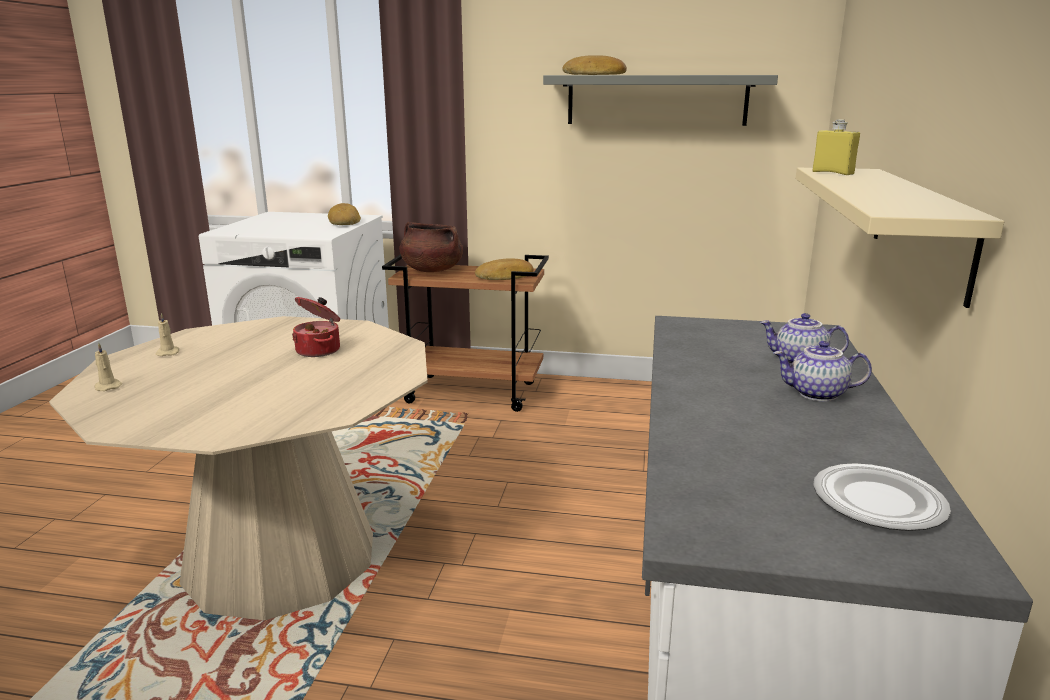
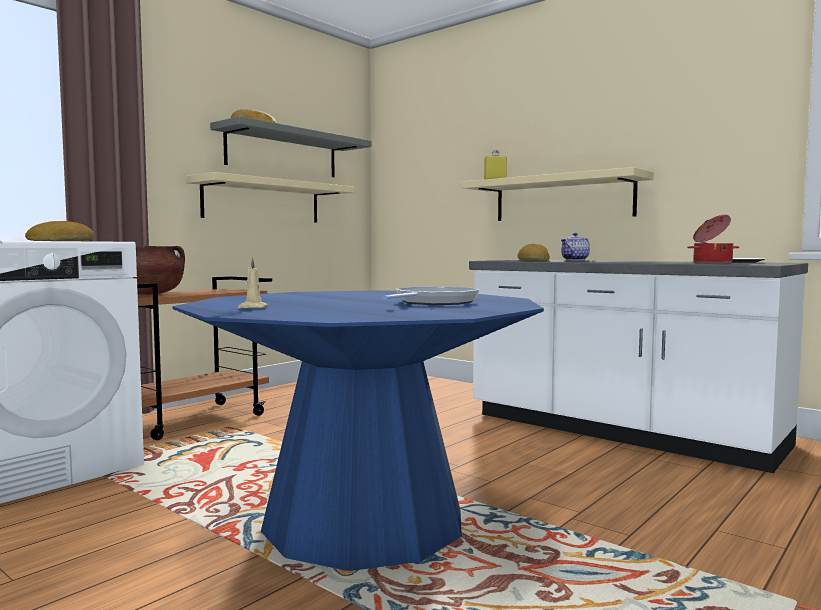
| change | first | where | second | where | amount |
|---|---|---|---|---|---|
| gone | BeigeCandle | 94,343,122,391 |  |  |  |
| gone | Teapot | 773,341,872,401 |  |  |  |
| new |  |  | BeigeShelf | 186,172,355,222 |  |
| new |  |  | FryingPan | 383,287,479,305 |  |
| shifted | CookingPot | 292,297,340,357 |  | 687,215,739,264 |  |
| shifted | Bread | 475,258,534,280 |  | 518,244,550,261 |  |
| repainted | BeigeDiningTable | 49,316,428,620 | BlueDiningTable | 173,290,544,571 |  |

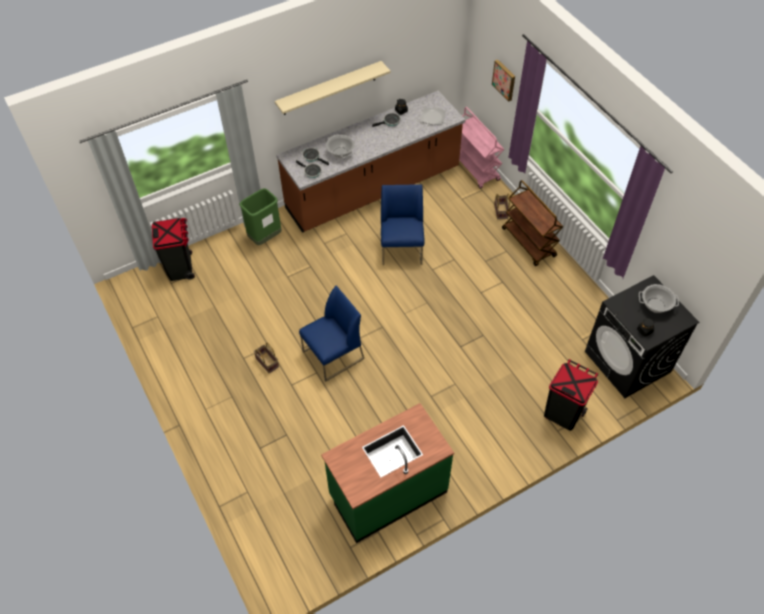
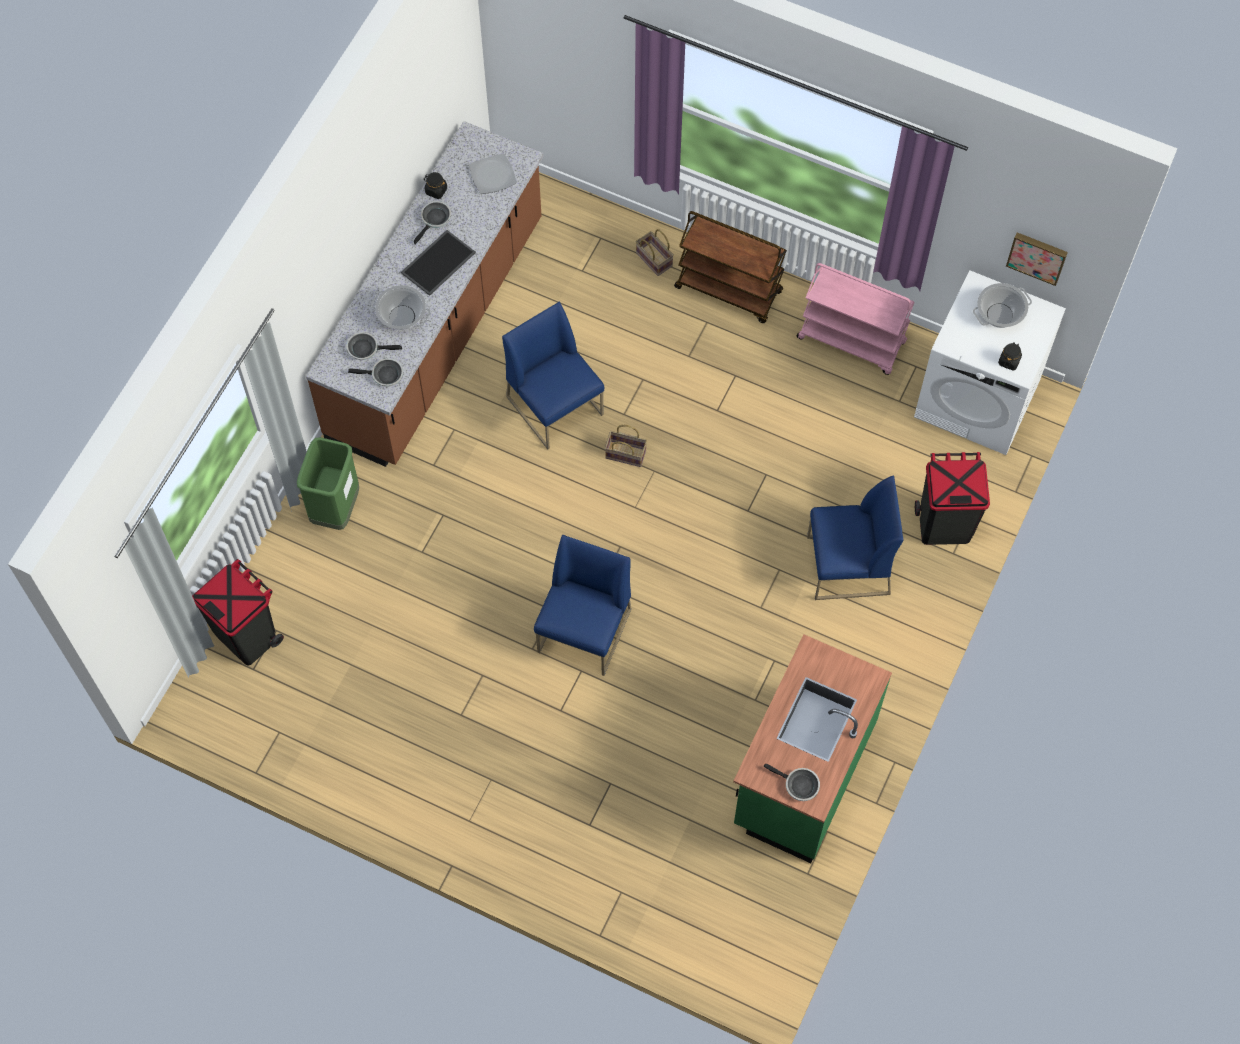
| change | first | where | second | where | amount |
|---|---|---|---|---|---|
| gone | BeigeShelf | 275,61,390,115 |  |  |  |
| new |  |  | Tray | 401,230,476,296 |  |
| new |  |  | FryingPan | 763,764,820,801 |  |
| new |  |  | BlueChair | 807,476,904,600 |  |
| shifted | Basket | 254,343,279,373 |  | 605,425,647,467 |  |
| shifted | PinkCart | 459,107,504,189 |  | 796,263,915,375 |  |
| shifted | Picture | 492,60,515,102 |  | 1006,232,1068,286 |  |
| repainted | BlackWashingMachine | 585,275,699,398 | WhiteWashingMachine | 914,270,1066,455 |  |

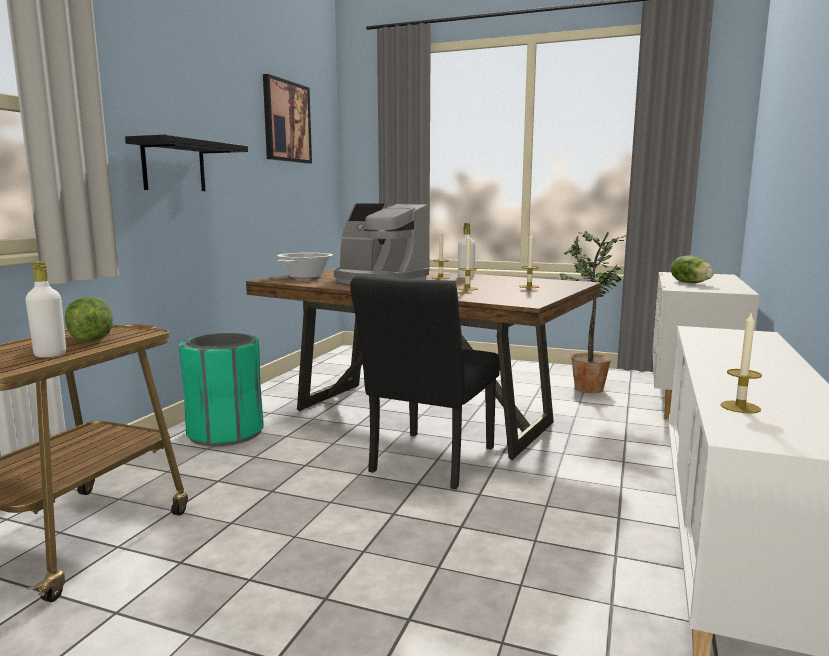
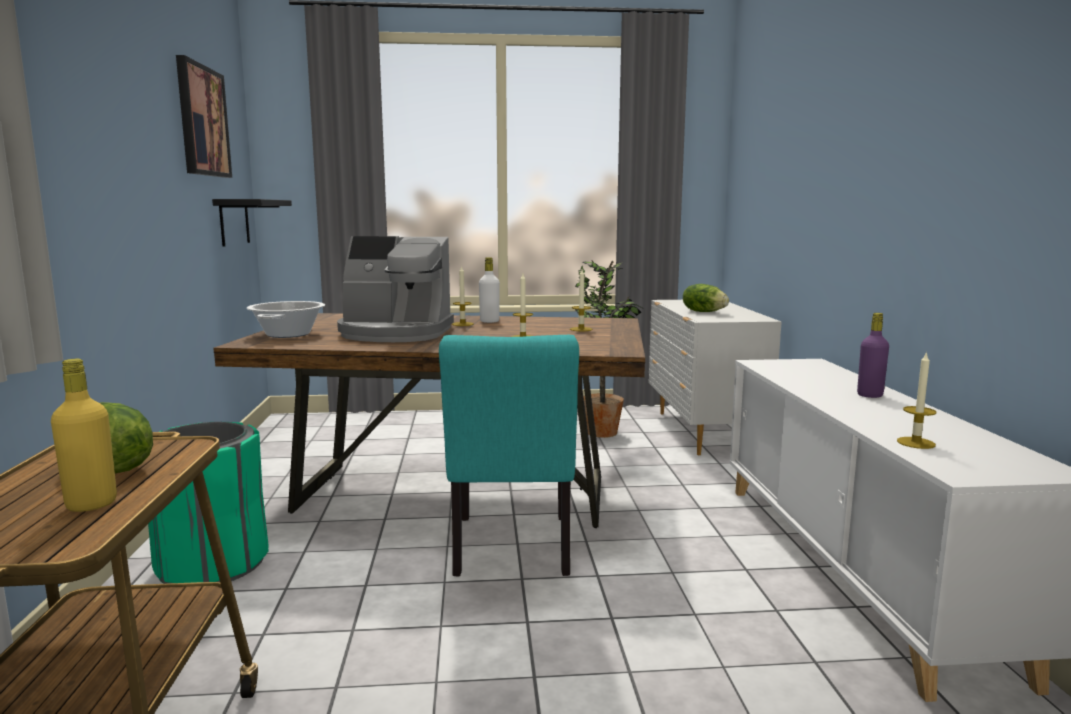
| change | first | where | second | where | amount |
|---|---|---|---|---|---|
| new |  |  | PurpleBottle | 857,313,889,398 |  |
| shifted | BlackShelf | 125,134,248,191 |  | 212,199,292,247 |  |
| repainted | WhiteBottle | 25,261,66,357 | YellowBottle | 51,359,117,512 |  |
| repainted | BlackChair | 350,276,500,489 | TurquoiseChair | 439,335,579,577 |  |

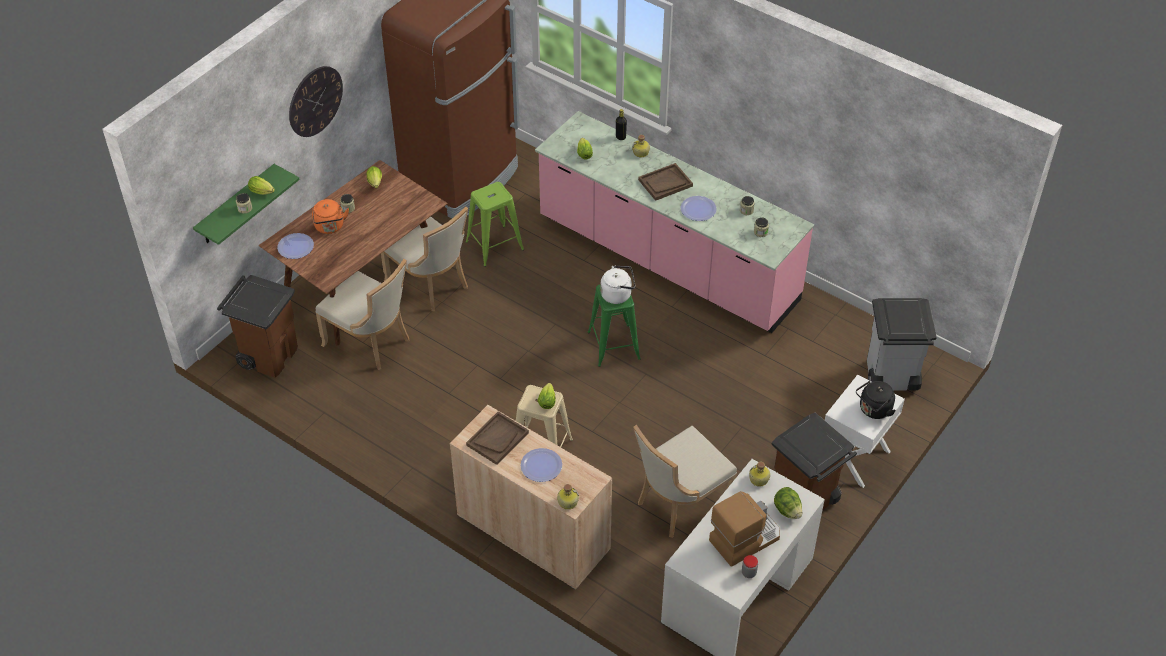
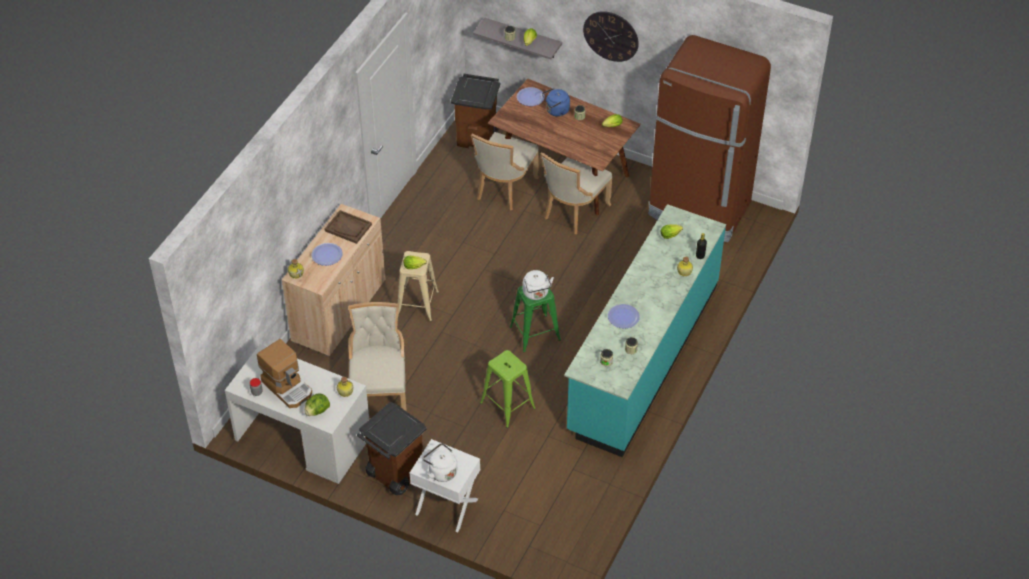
| change | first | where | second | where | amount |
|---|---|---|---|---|---|
| gone | BrownTray | 638,163,693,201 |  |  |  |
| gone | GreyTrashCan | 867,298,937,391 |  |  |  |
| shifted | GreenStool | 465,182,524,267 |  | 480,350,536,428 |  |
| repainted | GreenShelf | 193,164,300,245 | GreyShelf | 473,18,562,59 |  |
| repainted | OrangeKettle | 312,199,349,234 | BlueKettle | 542,88,570,117 |  |
| repainted | PinkCounter | 535,111,814,333 | TurquoiseCounter | 564,204,726,457 |  |
| repainted | BlackKettle | 856,380,896,419 | WhiteKettle | 423,443,457,482 |  |
| rotated | BeigeChair | 633,425,737,538 |  | 348,302,406,411 | 45 degrees clockwise |

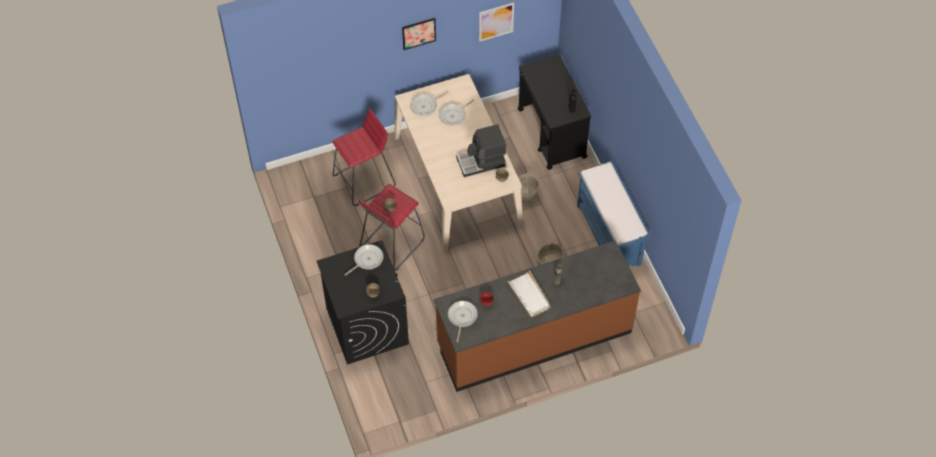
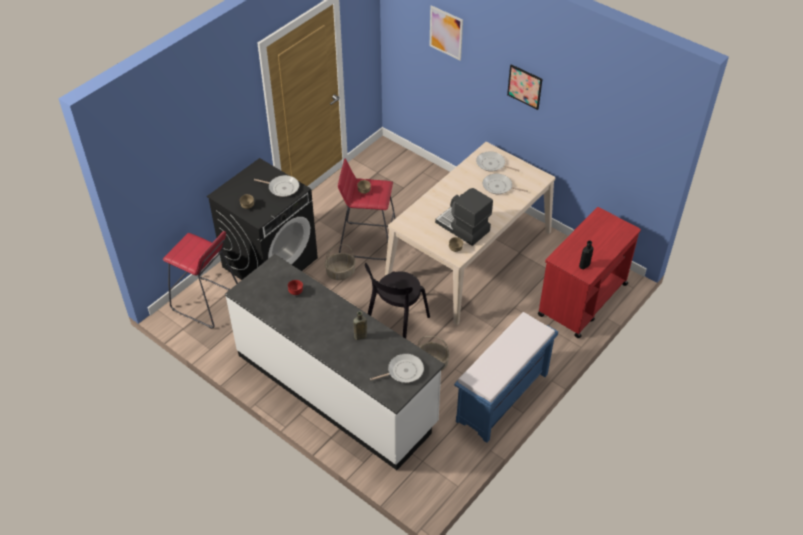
| change | first | where | second | where | amount |
|---|---|---|---|---|---|
| gone | WhiteTray | 507,270,551,317 |  |  |  |
| new |  |  | BlackChair | 365,263,430,339 |  |
| shifted | RedStool | 332,109,396,206 |  | 163,231,238,329 |  |
| shifted | FryingPan | 448,301,478,342 |  | 370,354,424,383 |  |
| shifted | Picture | 479,3,514,42 |  | 429,5,463,60 |  |
| shifted | Basket | 518,167,540,202 |  | 325,245,356,280 |  |
| repainted | BrownCounter | 434,240,641,392 | WhiteCounter | 225,254,445,470 |  |
| repainted | BlackCart | 518,55,591,170 | RedCart | 538,207,641,338 |  |

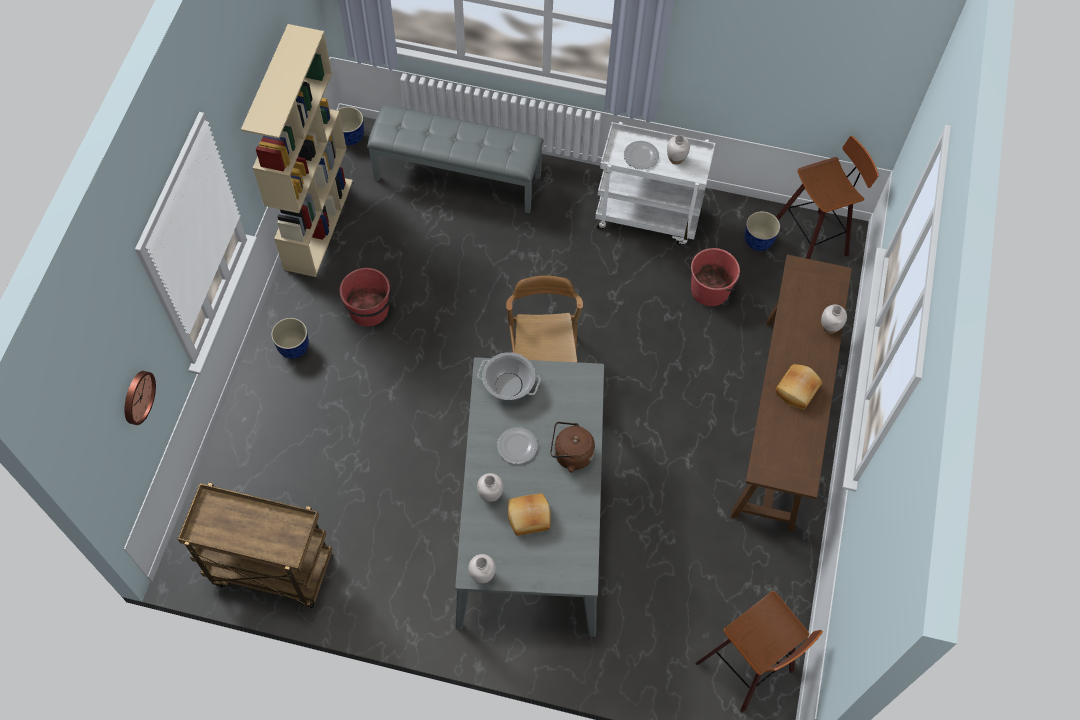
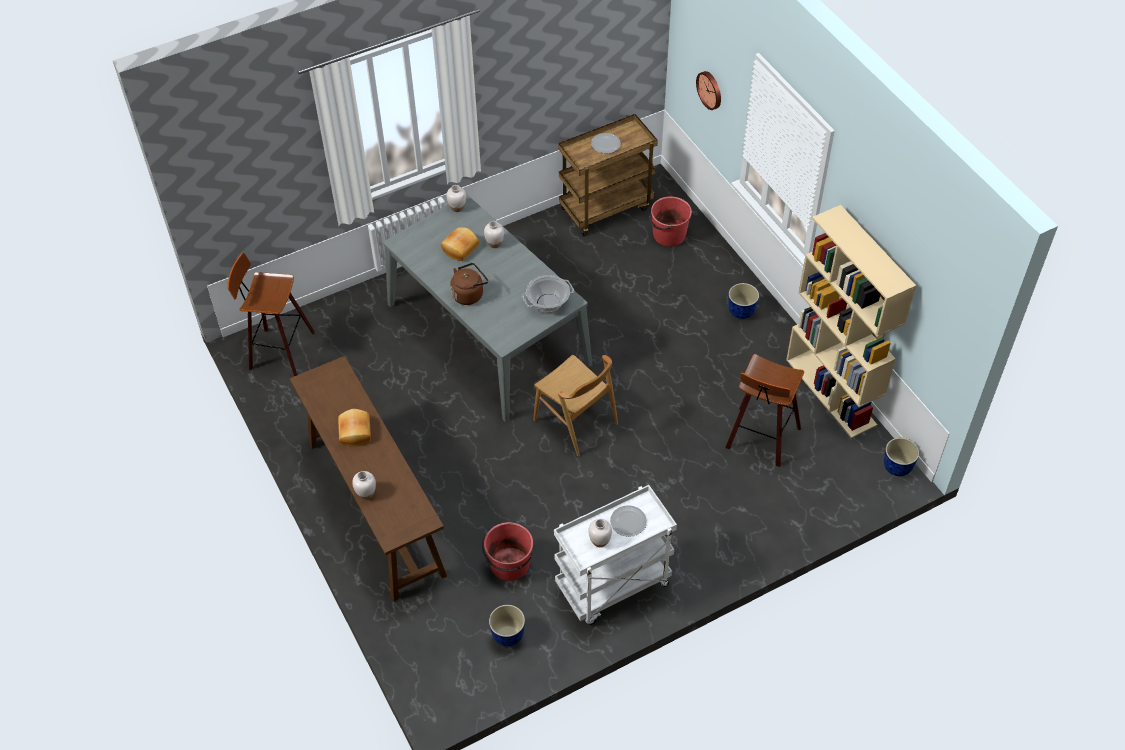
| change | first | where | second | where | amount |
|---|---|---|---|---|---|
| gone | GreyBench | 367,106,544,213 |  |  |  |
| shifted | RedBucket | 340,268,392,326 |  | 650,196,692,247 |  |
| shifted | Plate | 497,427,538,464 |  | 591,133,621,153 |  |
| shifted | Stool | 776,136,879,259 |  | 725,354,804,467 |  |

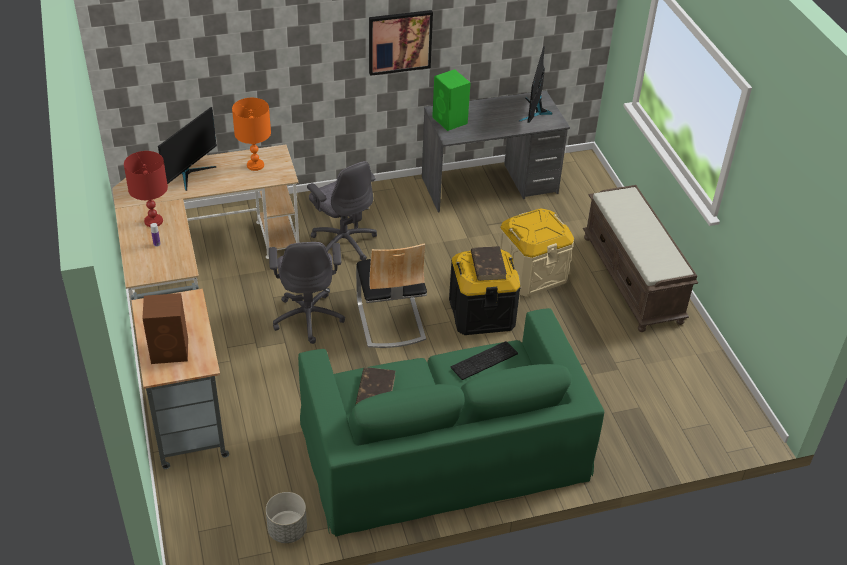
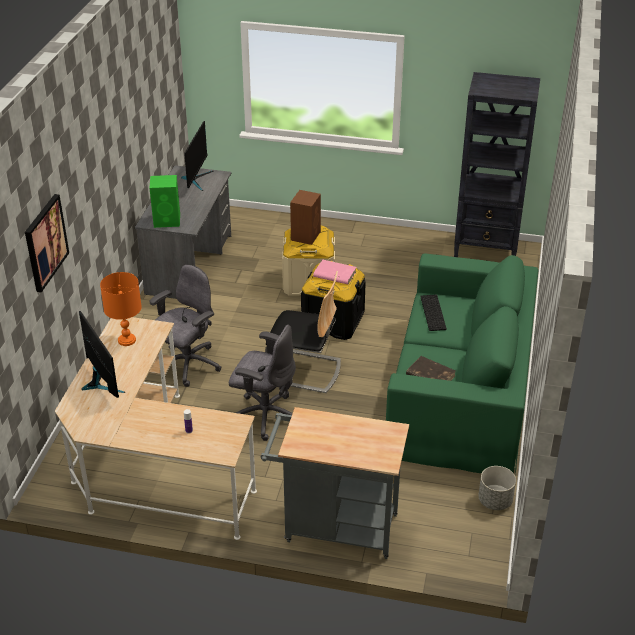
| change | first | where | second | where | amount |
|---|---|---|---|---|---|
| gone | RedTableLamp | 124,151,168,227 |  |  |  |
| gone | BrownBench | 583,185,698,332 |  |  |  |
| new |  |  | BlackBookcase | 454,72,540,257 |  |
| shifted | BrownSpeaker | 142,293,188,364 |  | 290,190,321,245 |  |
| shifted | Picture | 369,10,433,76 |  | 25,194,69,292 |  |
| repainted | BrownBook | 471,246,507,281 | PinkBook | 313,260,356,285 |  |
| rotated | GreyOfficeChair | 307,161,377,260 |  | 150,265,221,387 | 45 degrees counterclockwise |
| rotated | Monitor | 519,46,552,123 |  | 181,121,214,191 | 120 degrees counterclockwise |

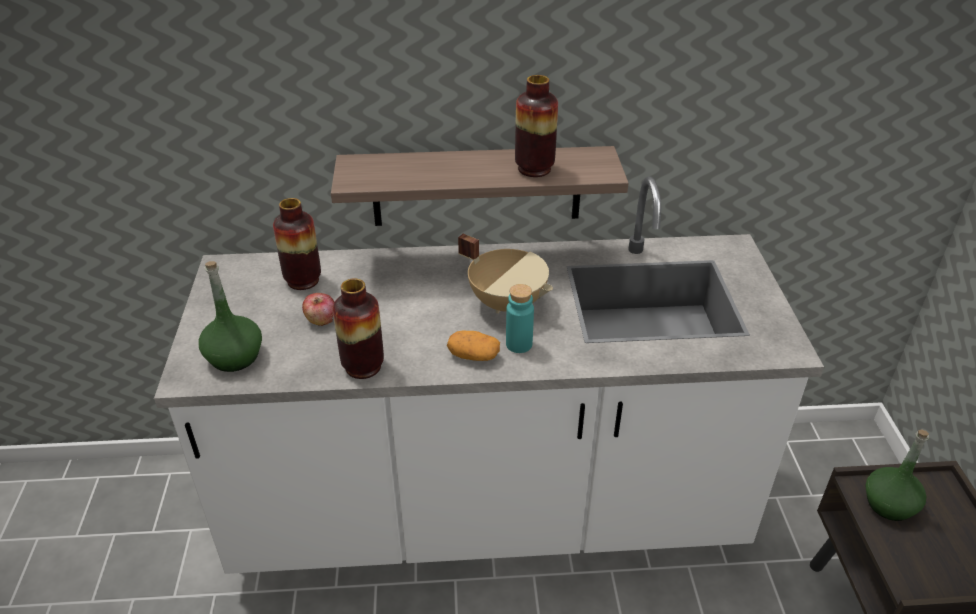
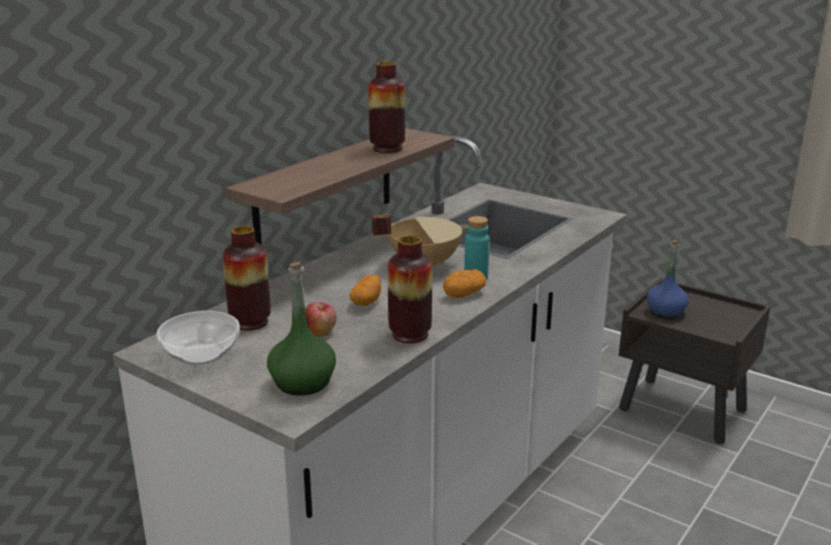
| change | first | where | second | where | amount |
|---|---|---|---|---|---|
| new |  |  | Bowl | 156,311,240,365 |  |
| new |  |  | Potato | 350,275,381,306 |  |
| repainted | GreenBottle | 865,430,929,521 | BlueBottle | 647,240,689,319 |  |

